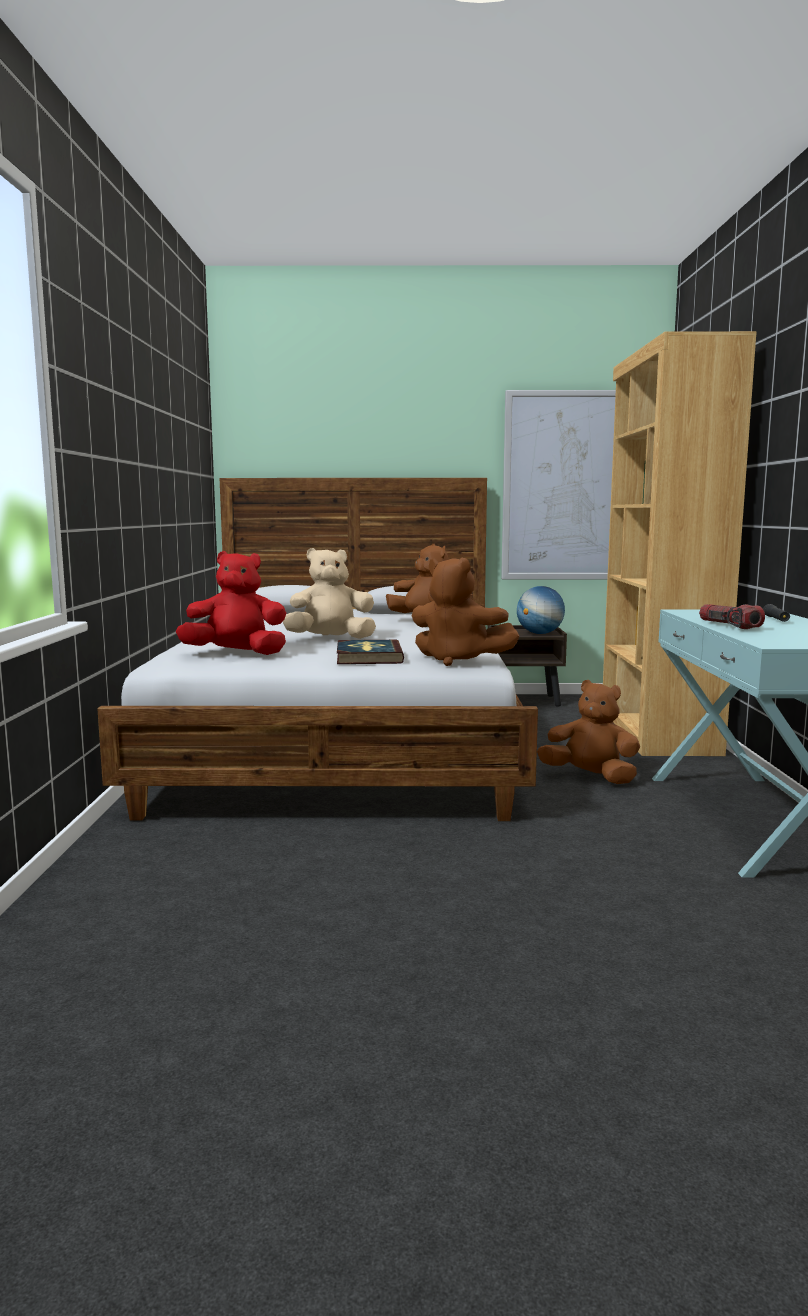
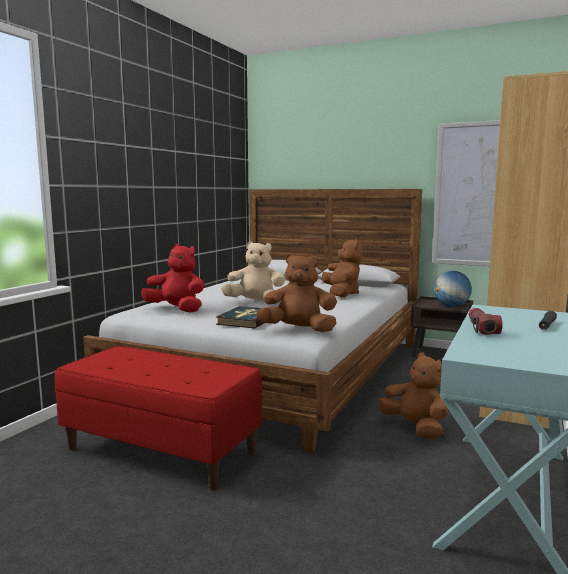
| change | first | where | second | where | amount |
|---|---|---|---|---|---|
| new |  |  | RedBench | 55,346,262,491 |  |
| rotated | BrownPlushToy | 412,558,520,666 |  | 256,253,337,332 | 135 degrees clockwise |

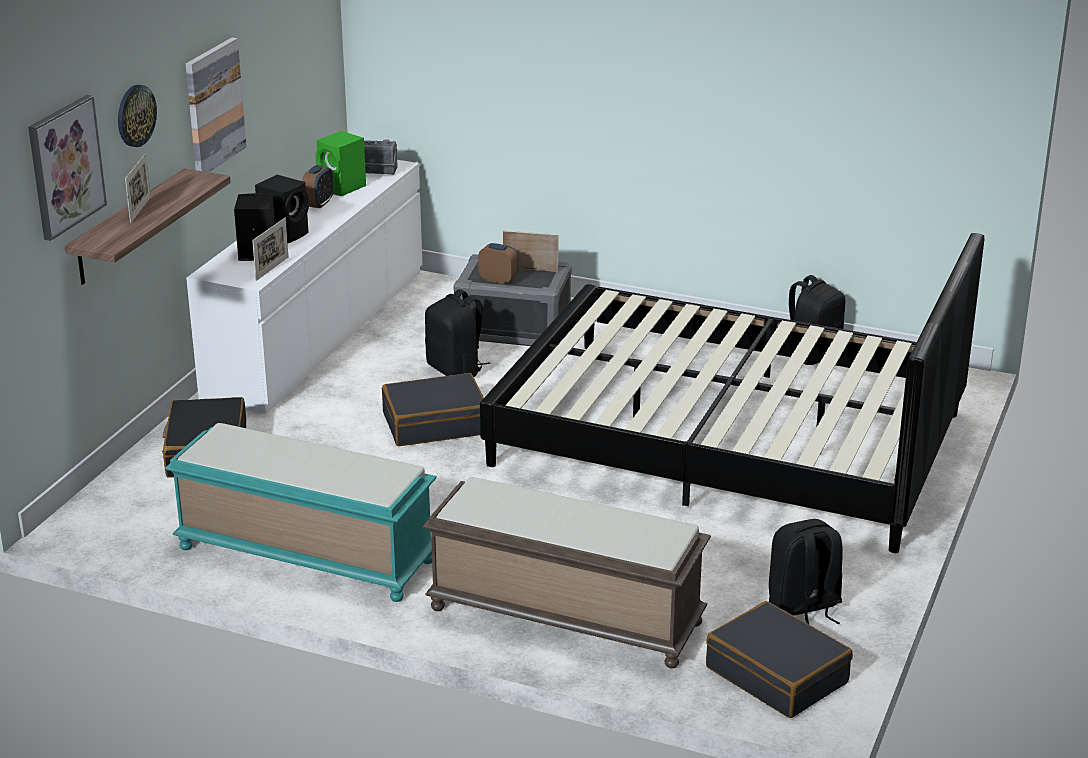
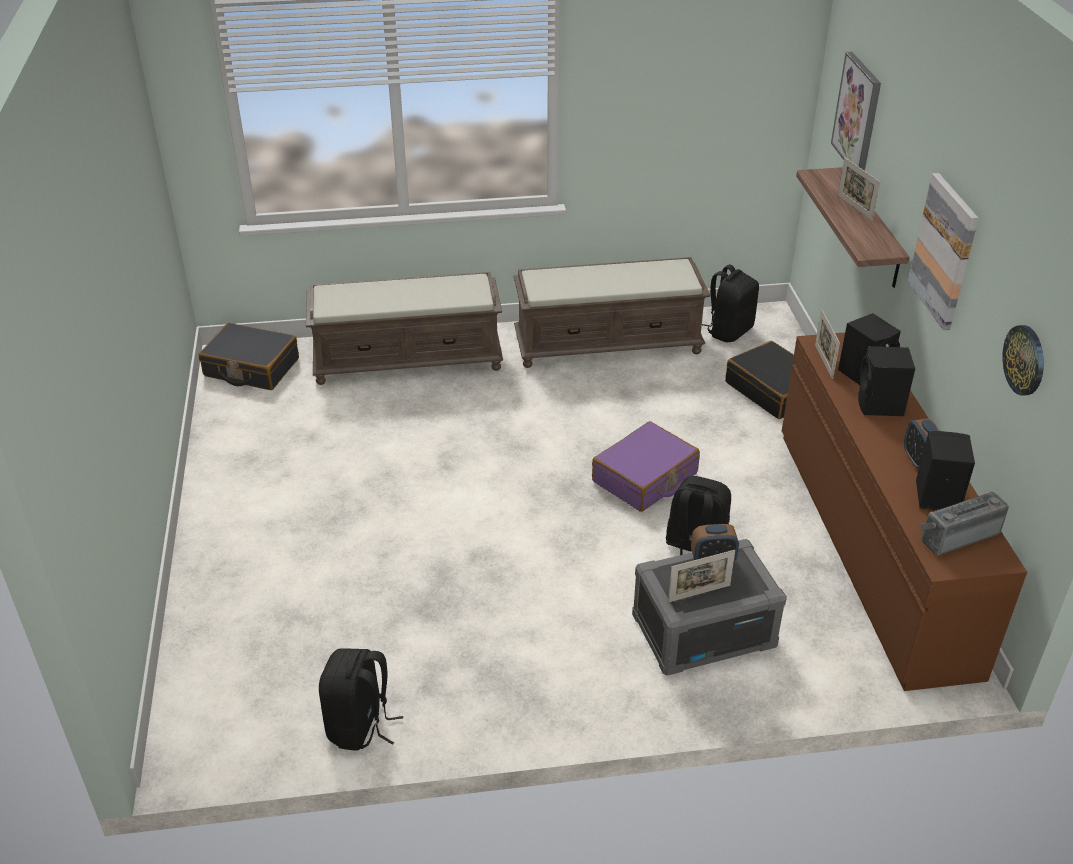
| change | first | where | second | where | amount |
|---|---|---|---|---|---|
| gone | BlackBed | 480,233,984,553 |  |  |  |
| shifted | WallClock | 118,85,157,147 |  | 1002,325,1044,395 |  |
| shifted | BlackBackpack | 769,519,843,624 |  | 702,264,759,342 |  |
| repainted | TurquoiseBench | 165,423,437,602 | BrownBench | 513,257,710,368 |  |
| repainted | WhiteDresser | 186,160,422,414 | BrownDresser | 782,332,1027,691 |  |
| repainted | GreenSpeaker | 315,131,366,196 | BlackSpeaker | 916,431,975,510 |  |
| repainted | BlackSuitcase | 382,373,484,446 | PurpleSuitcase | 592,421,700,512 |  |

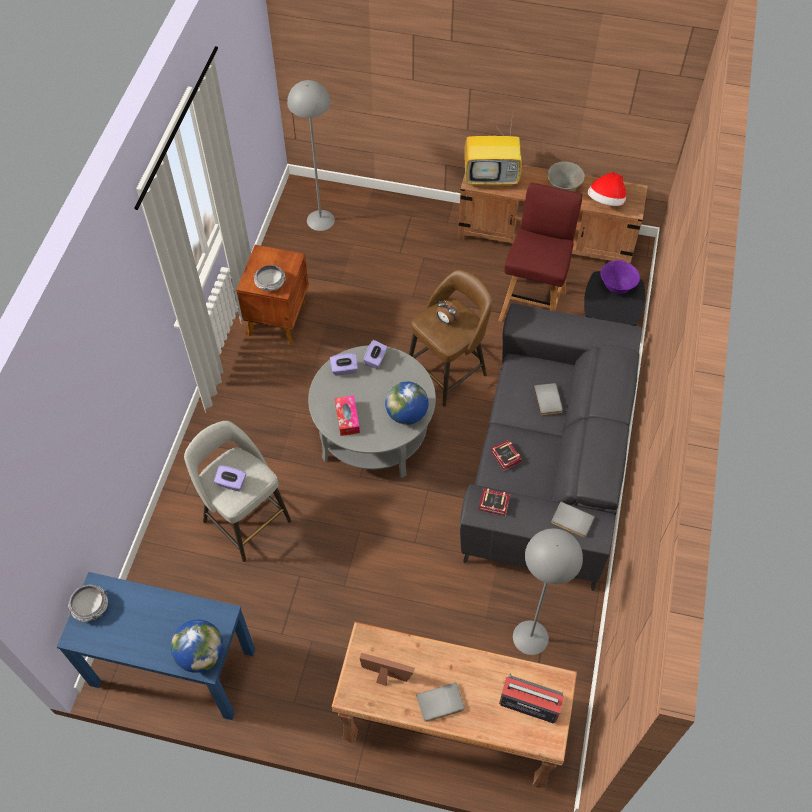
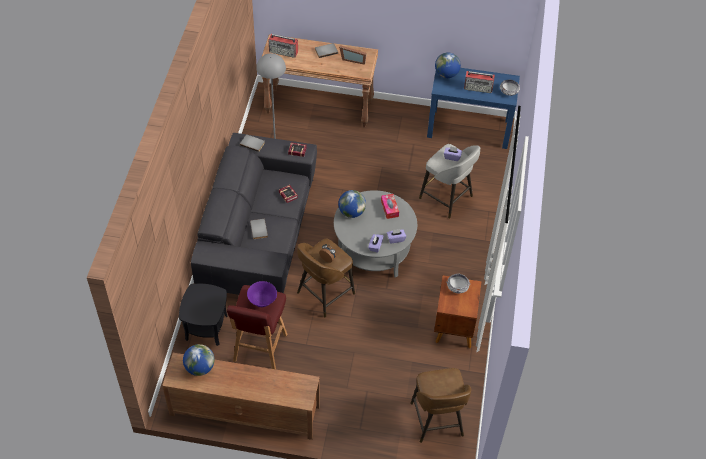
| change | first | where | second | where | amount |
|---|---|---|---|---|---|
| gone | Television | 464,113,522,187 |  |  |  |
| gone | GreyBowl | 548,161,585,191 |  |  |  |
| new |  |  | Radio | 464,71,495,93 |  |
| shifted | PurpleBowl | 601,260,640,294 |  | 247,281,277,307 |  |
| swapped | GreyFloorLamp | 287,80,335,231 | BrownStool | 410,368,471,443 |  |
| swapped | Hat | 588,172,626,206 | Globe | 183,344,214,376 |  |

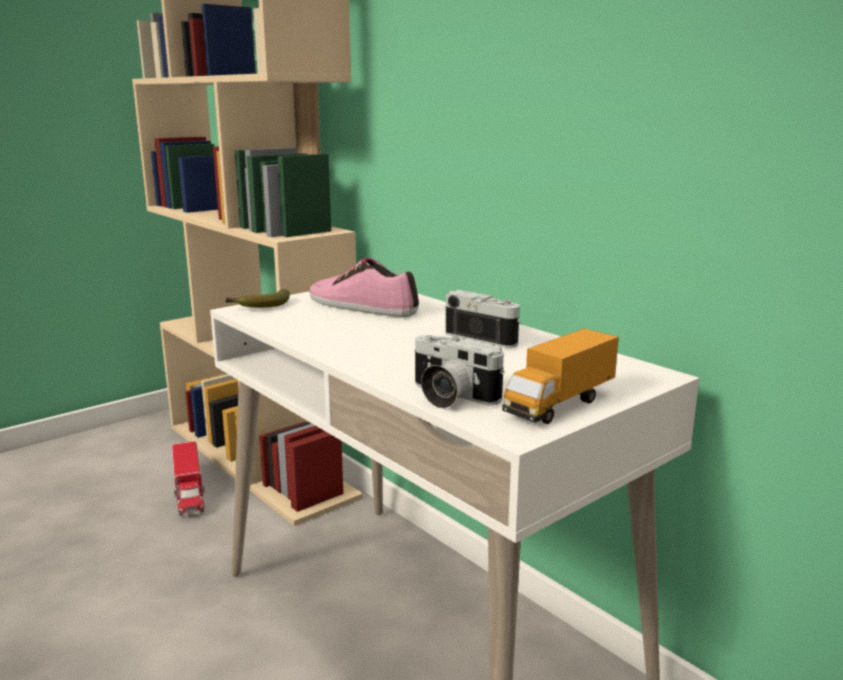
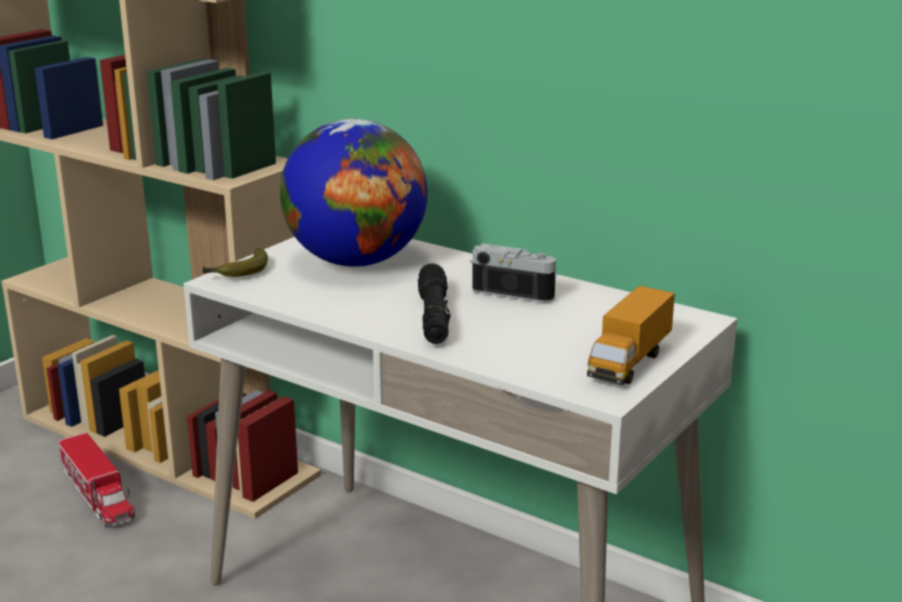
| change | first | where | second | where | amount |
|---|---|---|---|---|---|
| gone | PhotoCamera | 414,335,505,409 |  |  |  |
| new |  |  | BlackFlashlight | 418,264,451,344 |  |
| swapped | Shoe | 309,258,419,317 | Globe | 280,119,428,267 |  |

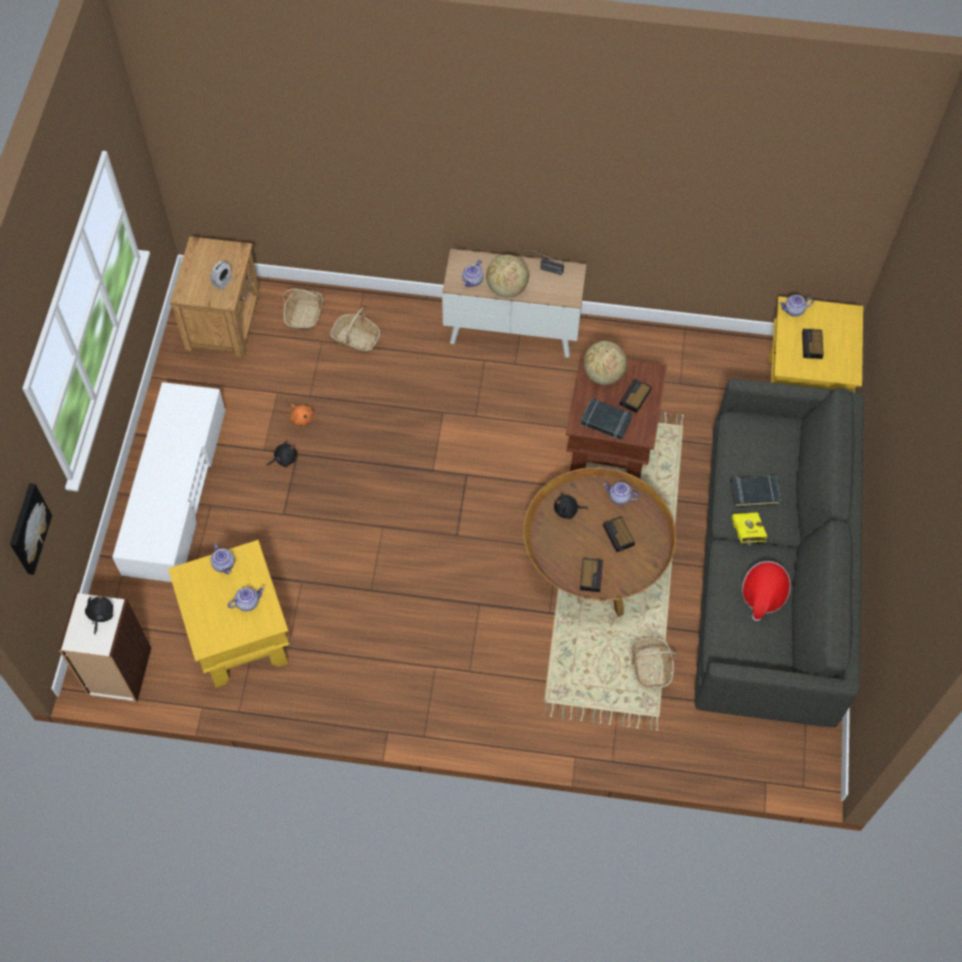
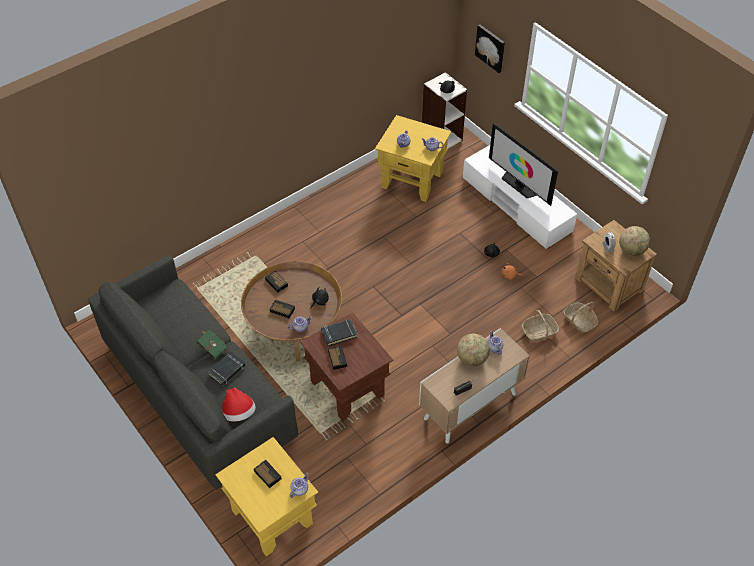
| change | first | where | second | where | amount |
|---|---|---|---|---|---|
| gone | Basket | 630,637,677,689 |  |  |  |
| new |  |  | Television | 489,123,558,206 |  |
| shifted | Globe | 583,341,627,385 |  | 619,226,650,256 |  |
| shifted | Hat | 742,561,791,621 |  | 222,388,256,422 |  |
| repainted | YellowBook | 732,512,767,547 | GreenBook | 197,329,228,359 |  |

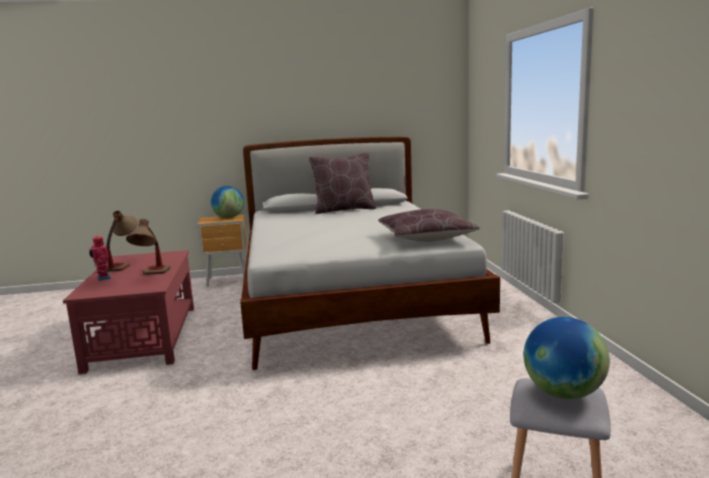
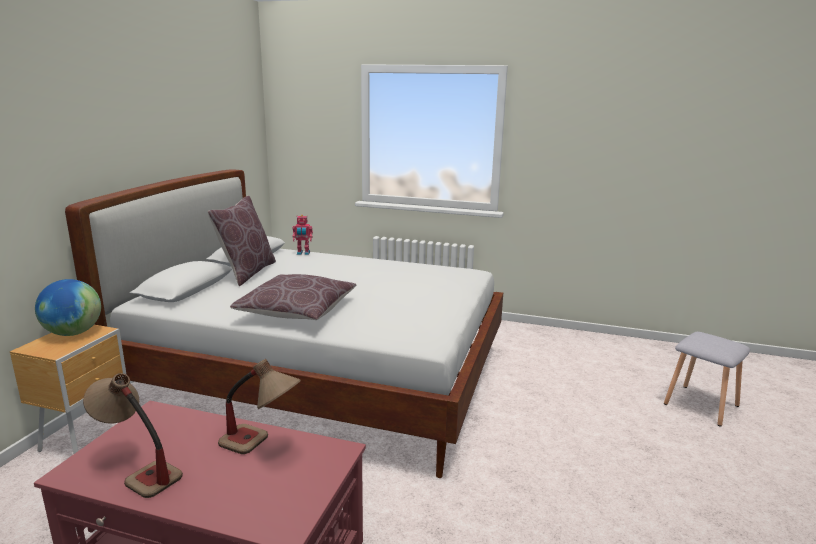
| change | first | where | second | where | amount |
|---|---|---|---|---|---|
| gone | Globe | 524,317,610,399 |  |  |  |
| shifted | ToyRobot | 89,235,111,281 |  | 292,215,313,255 |  |
| shifted | BrownPillow | 378,209,480,242 |  | 230,274,357,320 |  |

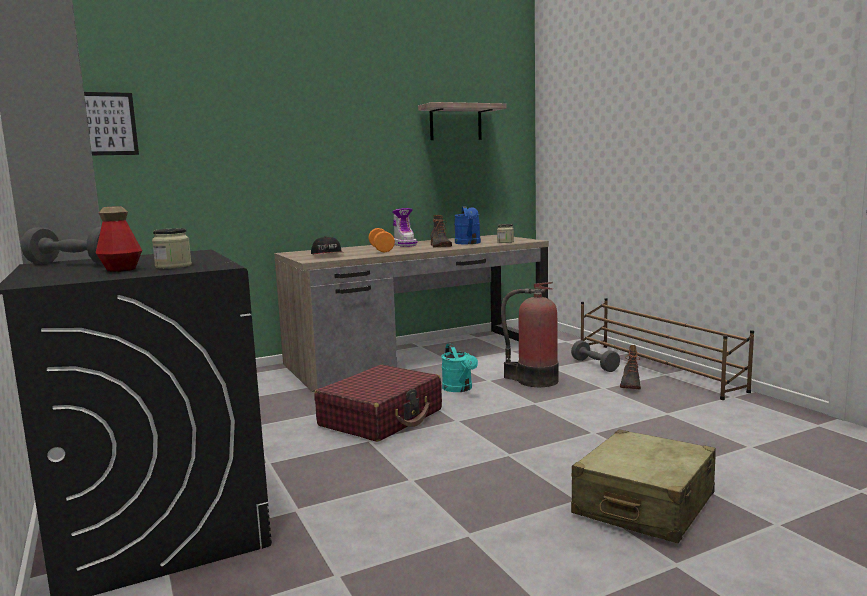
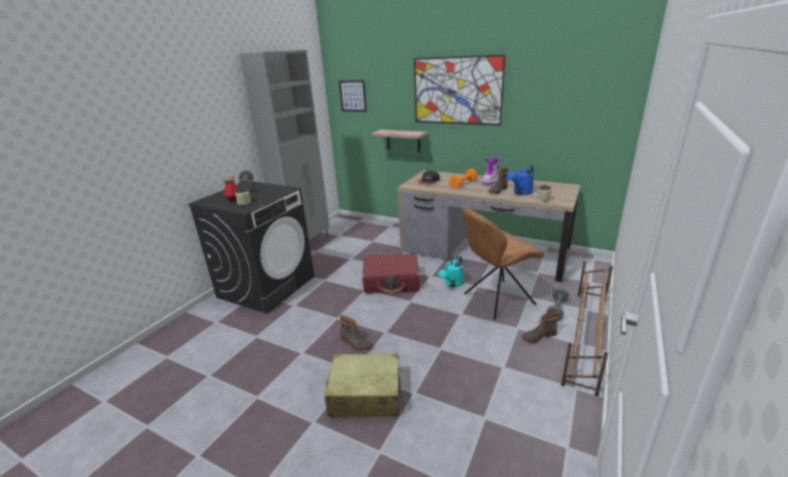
| change | first | where | second | where | amount |
|---|---|---|---|---|---|
| new |  |  | Boot | 340,315,372,351 |  |
| new |  |  | Picture | 414,55,506,126 |  |
| shifted | Shelf | 418,102,506,140 |  | 372,130,427,152 |  |
| swapped | FireExtinguisher | 501,282,559,387 | BrownChair | 462,207,544,320 |  |

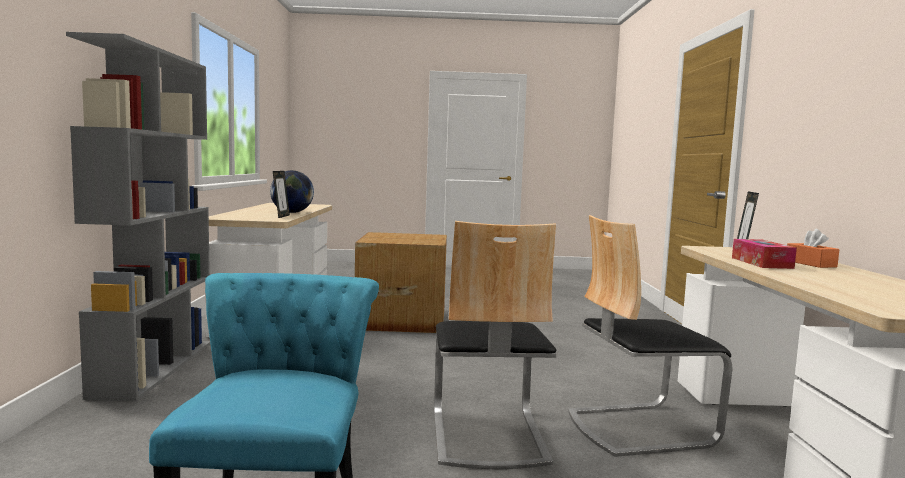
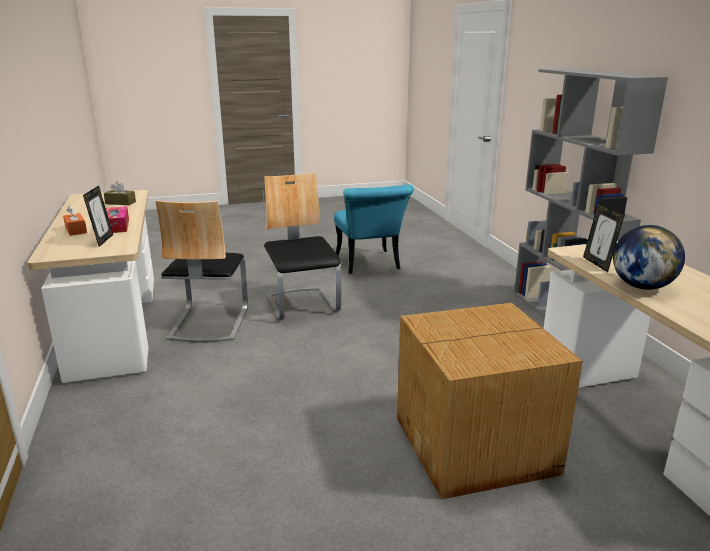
| change | first | where | second | where | amount |
|---|---|---|---|---|---|
| new |  |  | BrownTissueBox | 104,181,136,205 |  |
| rotated | Chair | 568,215,732,457 |  | 155,200,248,342 | 120 degrees clockwise |

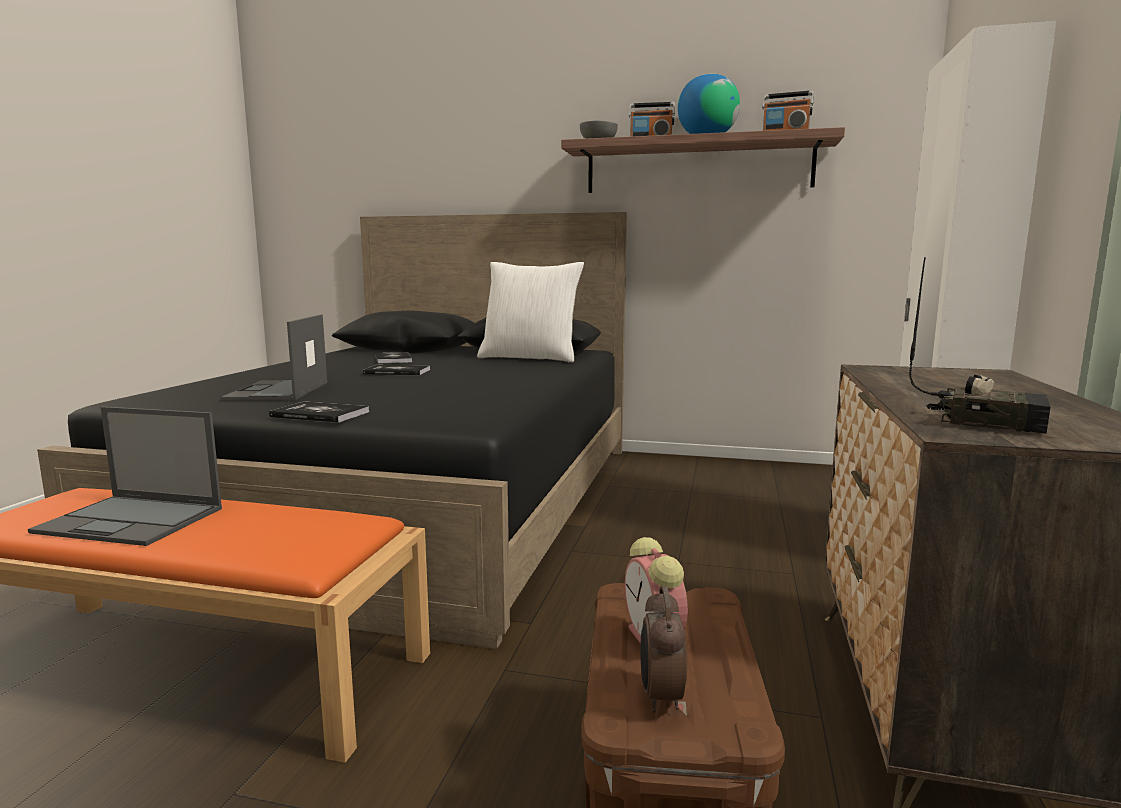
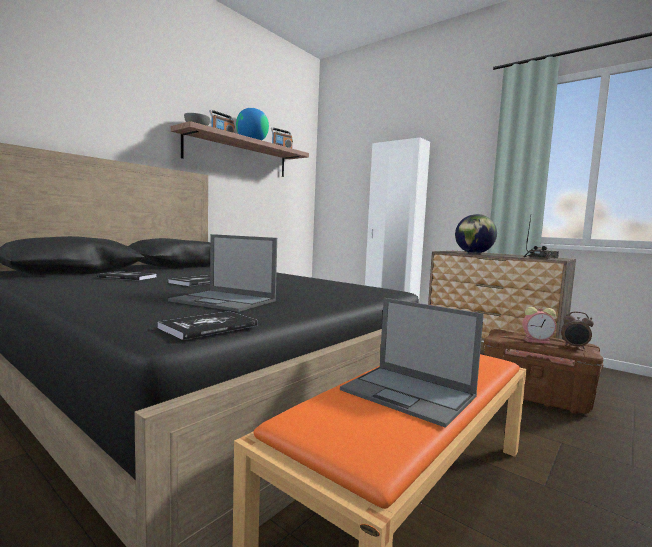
| change | first | where | second | where | amount |
|---|---|---|---|---|---|
| gone | WhitePillow | 477,262,584,363 |  |  |  |
| new |  |  | Globe | 455,214,497,254 |  |
| shifted | Book | 269,401,369,423 |  | 158,311,258,340 |  |
| rotated | Laptop | 28,407,222,546 |  | 340,298,484,428 | 90 degrees clockwise |

